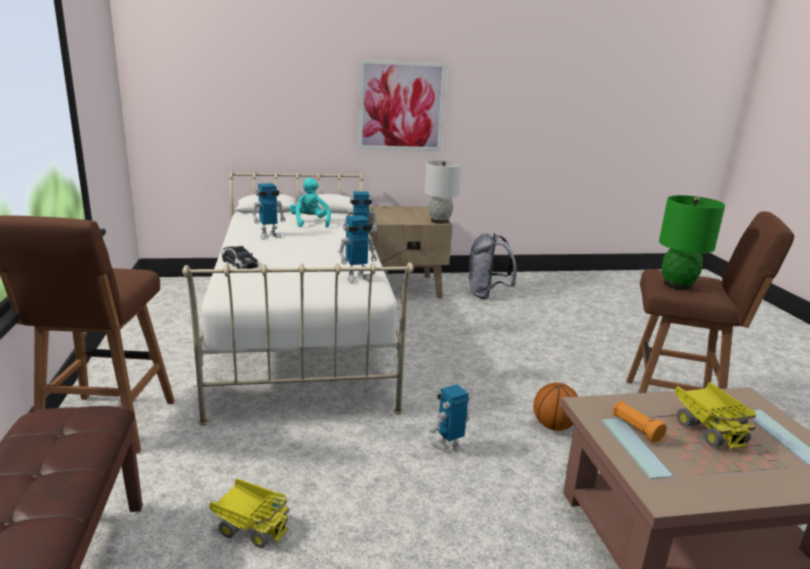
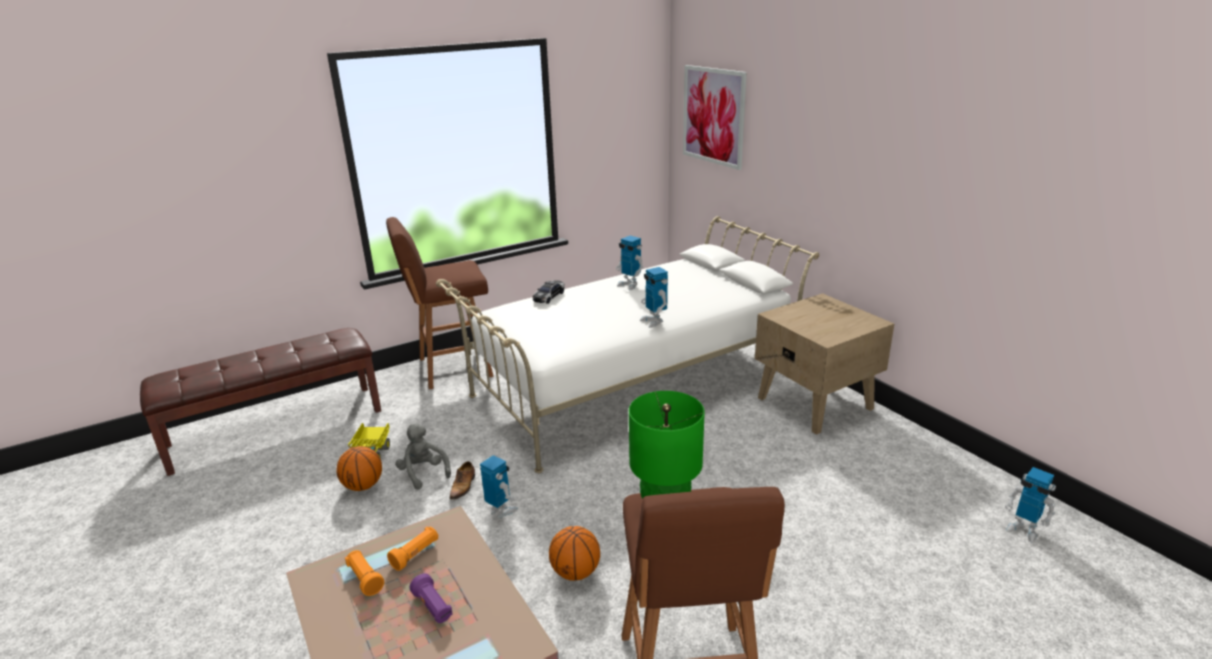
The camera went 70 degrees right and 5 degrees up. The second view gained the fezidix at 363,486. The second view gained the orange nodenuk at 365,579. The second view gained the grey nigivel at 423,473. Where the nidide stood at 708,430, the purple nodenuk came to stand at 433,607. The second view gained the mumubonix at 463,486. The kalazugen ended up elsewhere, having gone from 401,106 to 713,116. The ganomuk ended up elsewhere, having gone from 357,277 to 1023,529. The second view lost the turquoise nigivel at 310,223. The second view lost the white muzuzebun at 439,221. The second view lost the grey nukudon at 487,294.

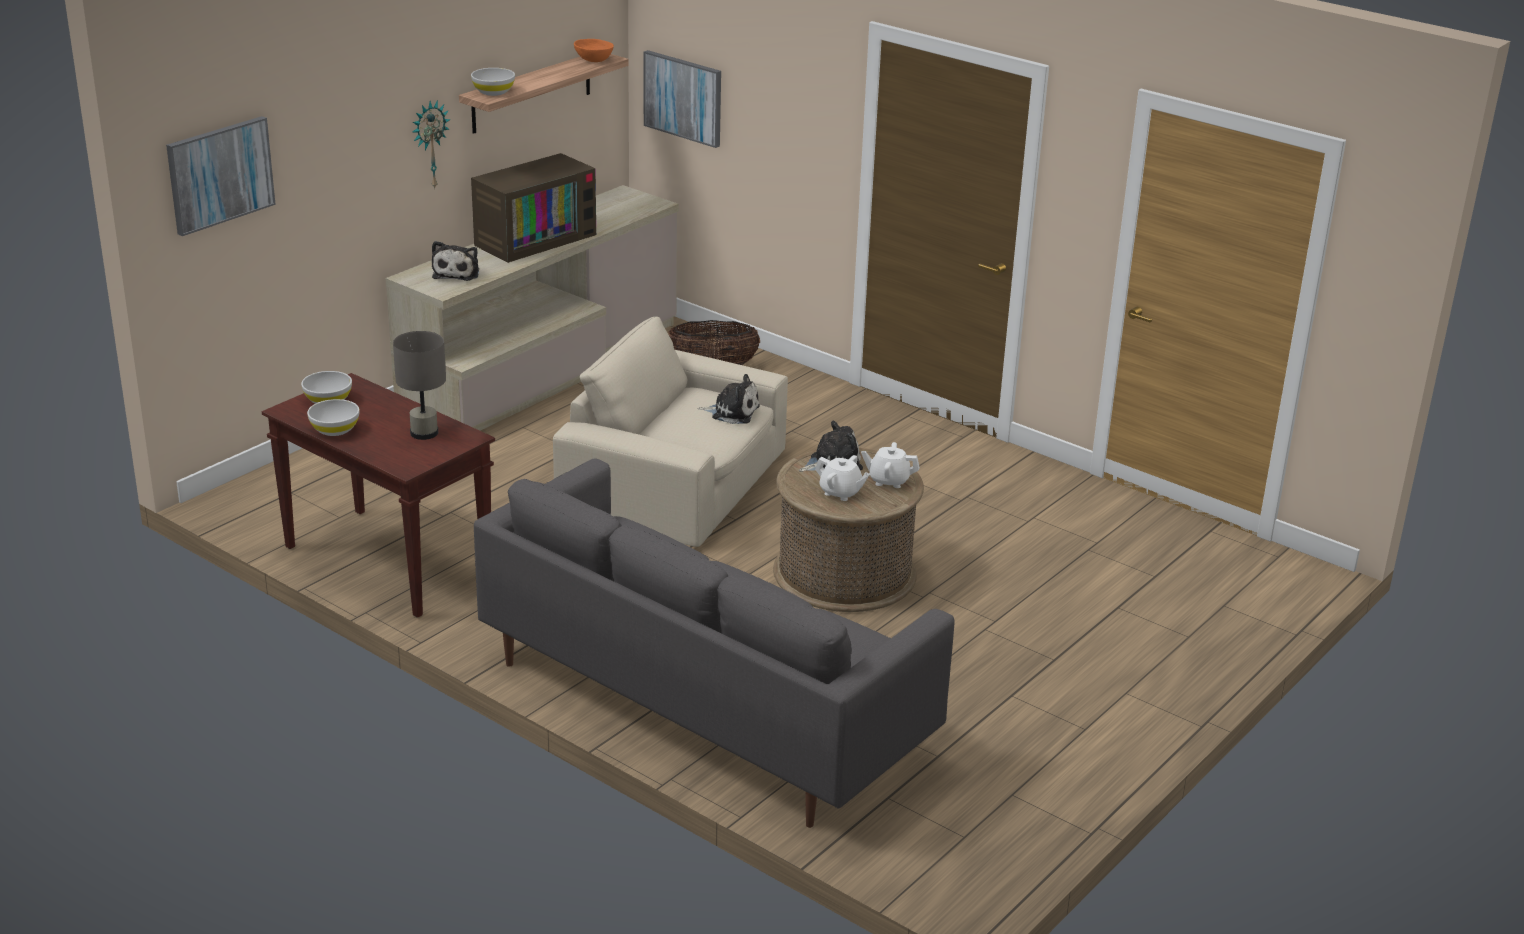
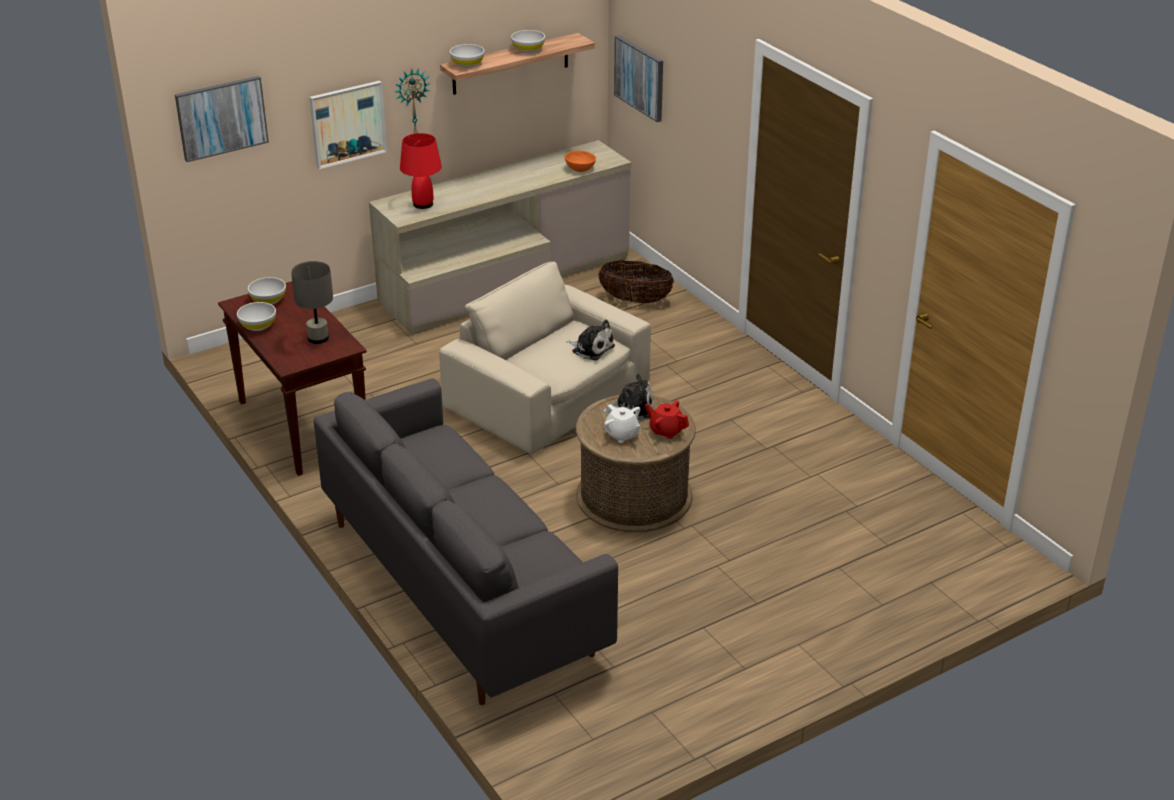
The camera went 20 degrees right and 5 degrees up. The second view gained the kalazugen at 348,124. Where the nigivel stood at 457,273, the red muzuzebun came to stand at 423,204. The second view gained the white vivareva at 528,49. The orange vivareva ended up elsewhere, having gone from 593,60 to 580,169. What was the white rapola at 888,480 turned into the red rapola at 666,431. The second view lost the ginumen at 534,238.

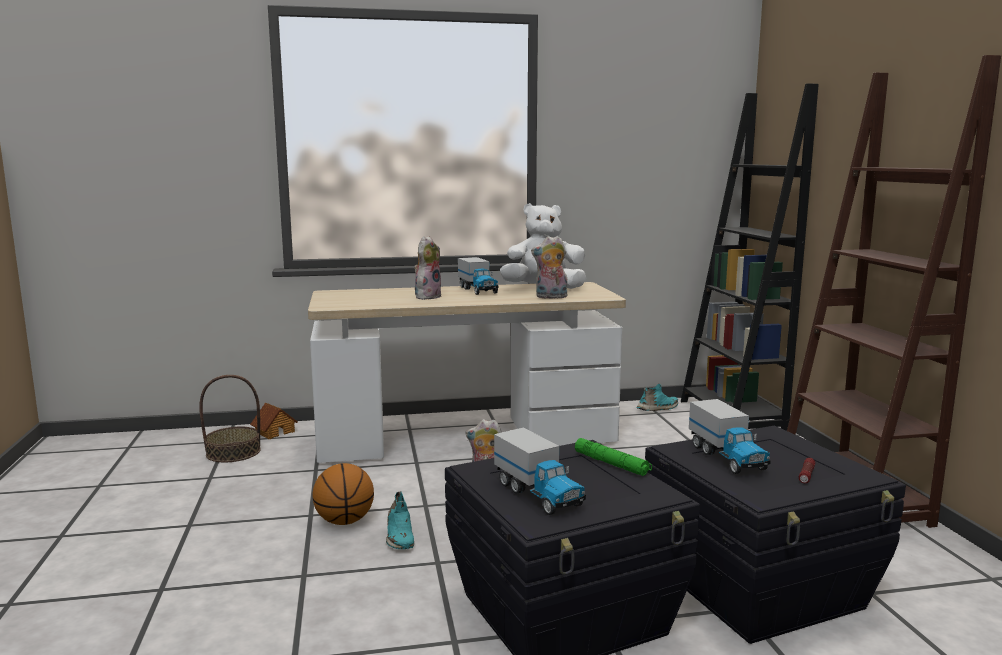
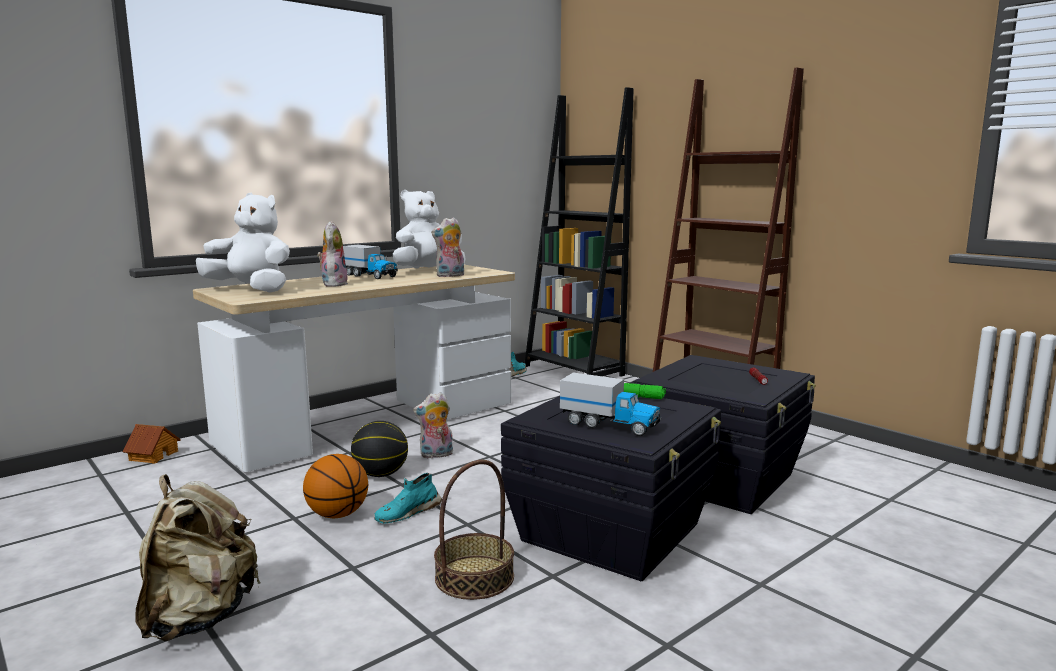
The camera went 30 degrees left and 0 degrees up. The second view gained the beige nukudon at 199,617. The second view gained the white nigivel at 251,290. The second view gained the fezidix at 380,474. The turquoise mumubonix at 399,536 ended up facing another way, 90 degrees clockwise from before. The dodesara ended up elsewhere, having gone from 233,452 to 474,577. The second view lost the nidide at 727,457.

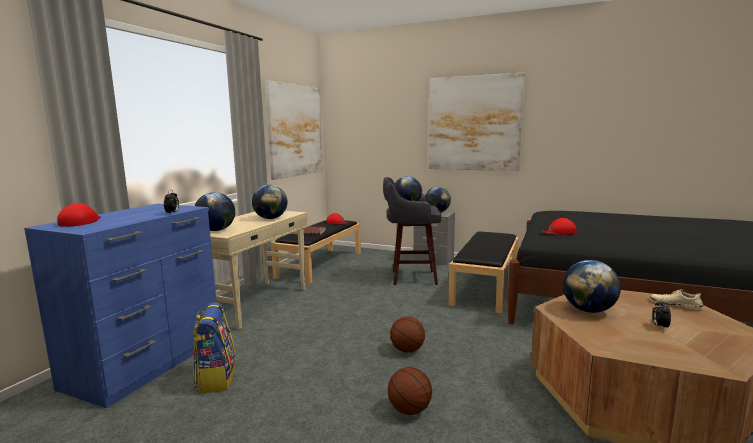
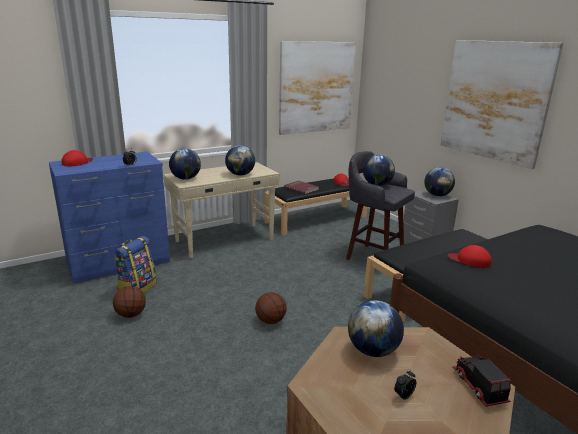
The camera went 35 degrees right and 10 degrees up. The fezidix ended up elsewhere, having gone from 410,410 to 131,315. Where the beige mumubonix stood at 675,304, the nidide came to stand at 478,386.

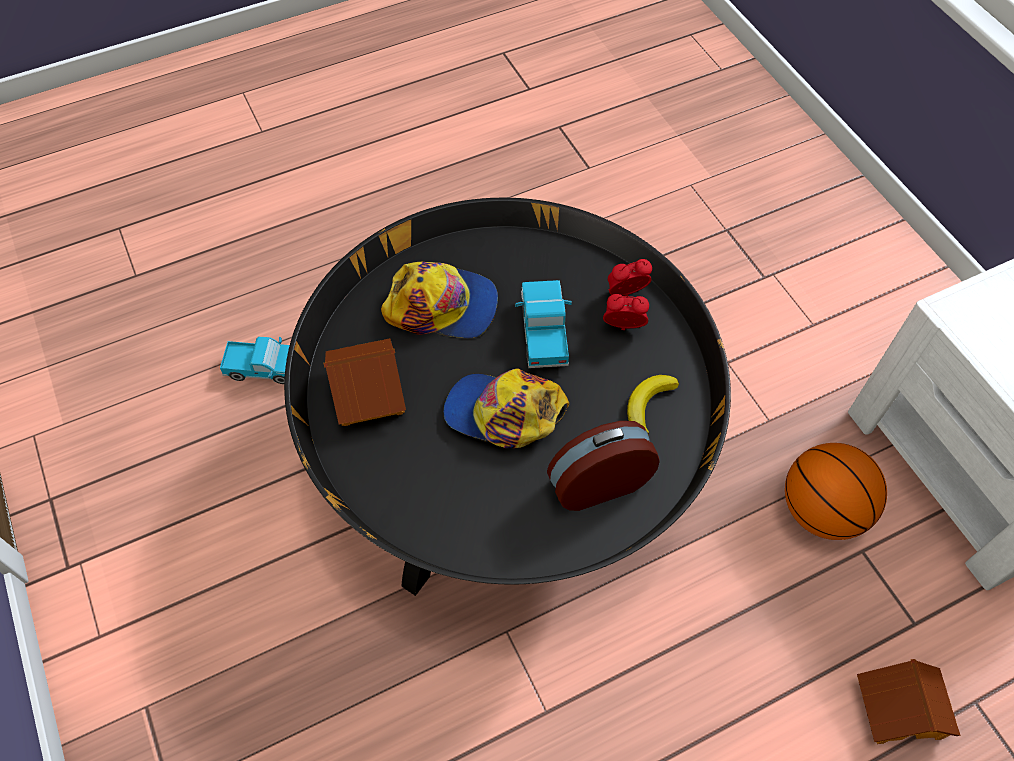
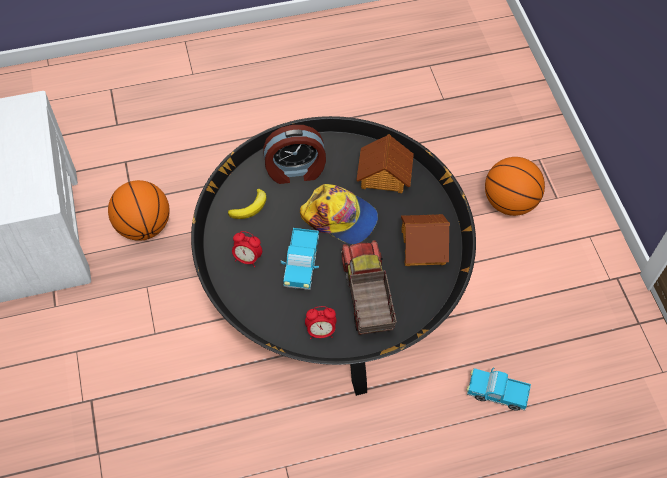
The camera went 170 degrees left and 0 degrees up. The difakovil ended up elsewhere, having gone from 625,295 to 320,332. Where the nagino stood at 442,306, the nidide came to stand at 366,297. The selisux ended up elsewhere, having gone from 900,707 to 383,175. The second view gained the fezidix at 509,202.

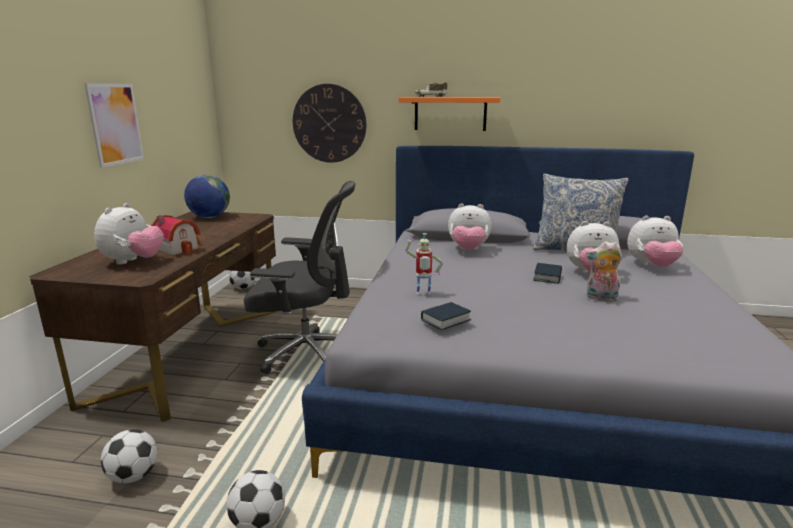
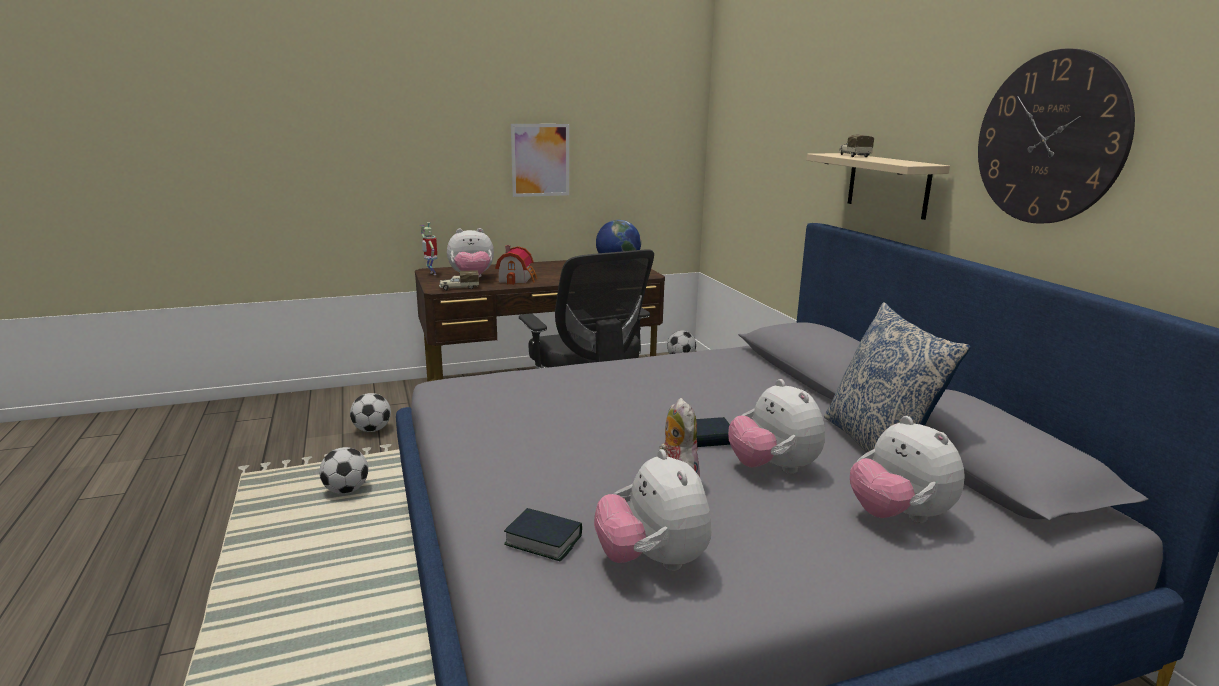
The camera went 60 degrees right and 0 degrees up. The ganomuk ended up elsewhere, having gone from 423,294 to 431,274. The second view gained the nidide at 459,288. The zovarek ended up elsewhere, having gone from 445,320 to 543,540. The nigivel ended up elsewhere, having gone from 468,250 to 652,561. What was the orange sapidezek at 450,113 turned into the beige sapidezek at 888,185. The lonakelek ended up elsewhere, having gone from 329,123 to 1049,138.

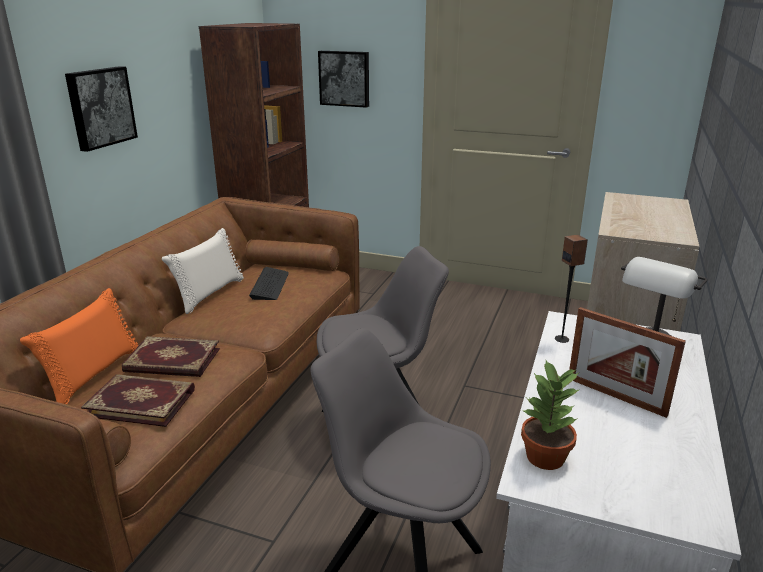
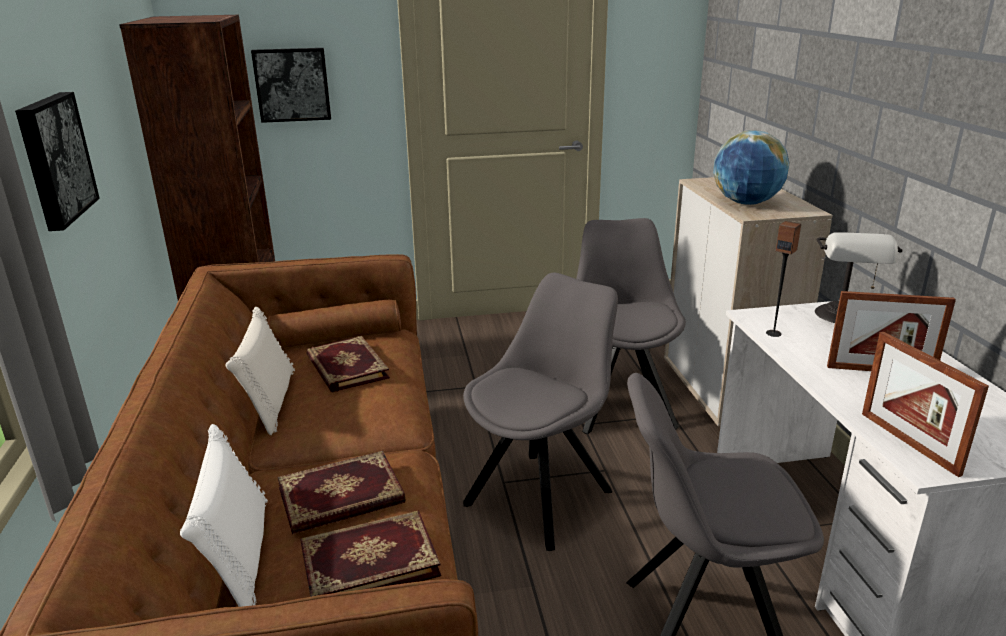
The camera went 30 degrees left and 0 degrees up. What was the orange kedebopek at 93,375 turned into the white kedebopek at 238,555. Where the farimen stood at 270,285, the zovarek came to stand at 345,368. The second view gained the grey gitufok at 621,405. The second view gained the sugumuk at 746,203. Where the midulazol stood at 545,458, the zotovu came to stand at 908,443.

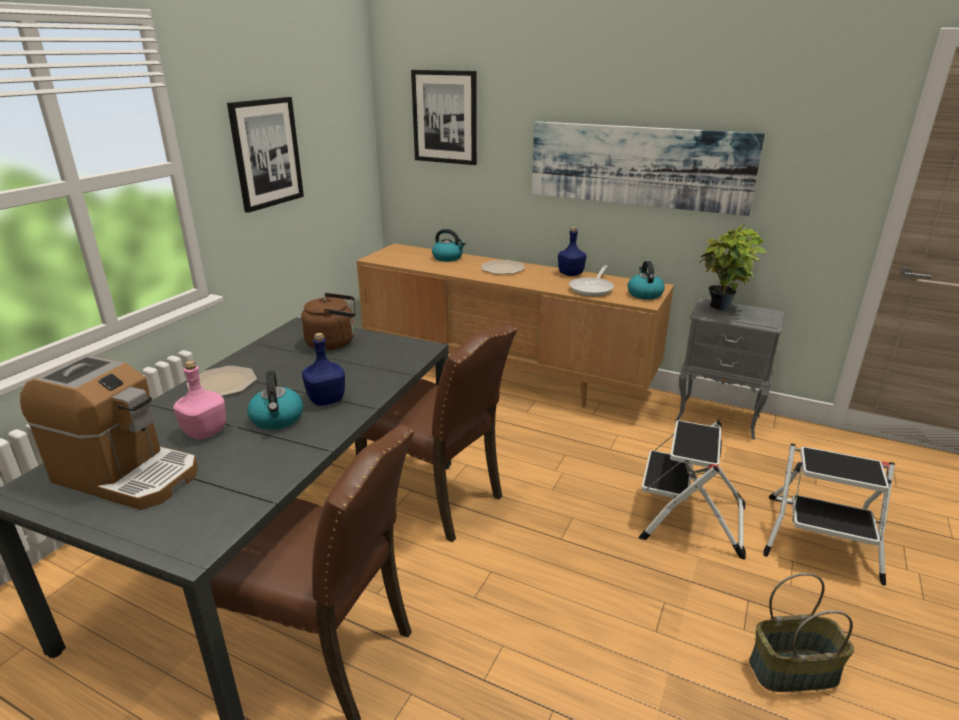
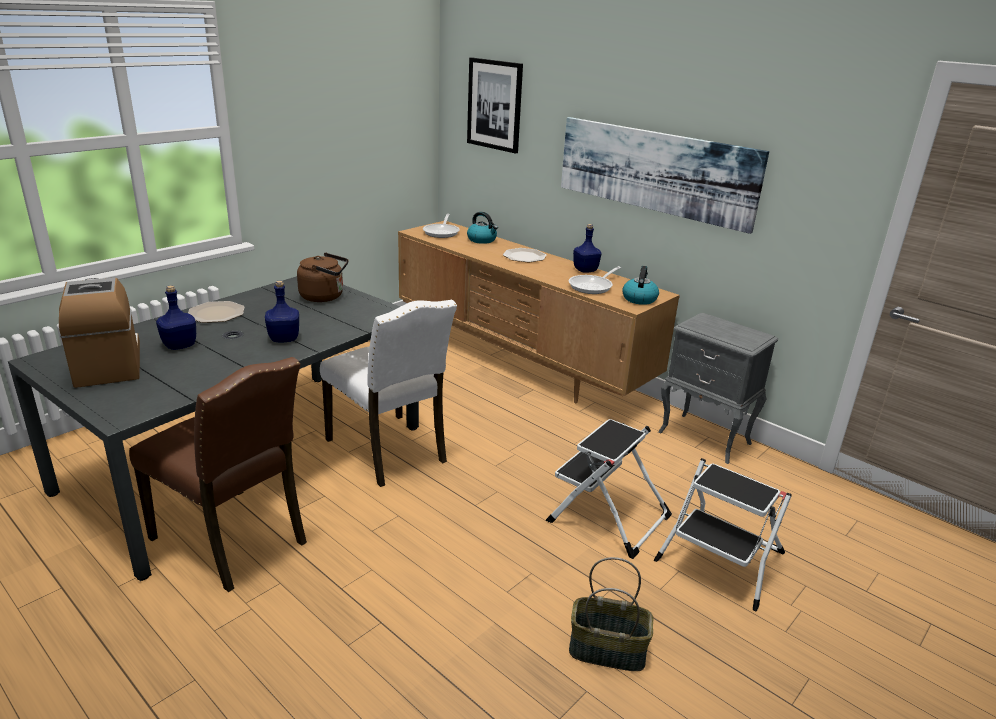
The camera went 15 degrees right and 0 degrees up. The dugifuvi at 126,475 ended up facing another way, 150 degrees counterclockwise from before. What was the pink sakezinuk at 204,432 turned into the blue sakezinuk at 179,345. What was the brown gitufok at 437,498 turned into the white gitufok at 389,451. The second view gained the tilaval at 442,232. The second view lost the kalazugen at 266,153. The second view lost the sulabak at 277,419. The second view lost the midulazol at 722,309.

